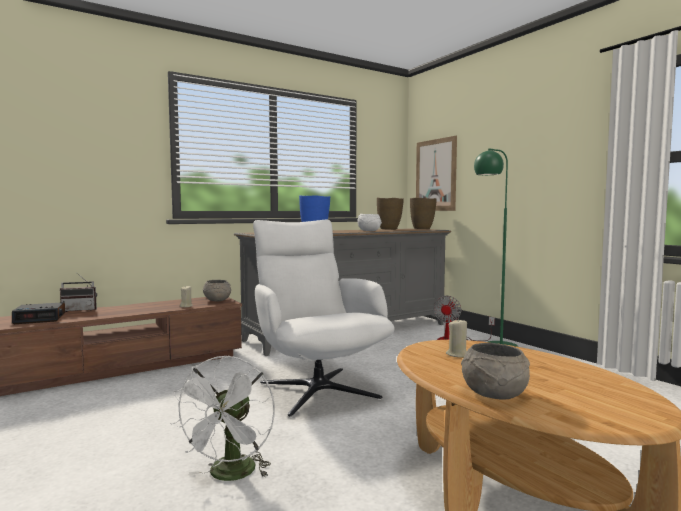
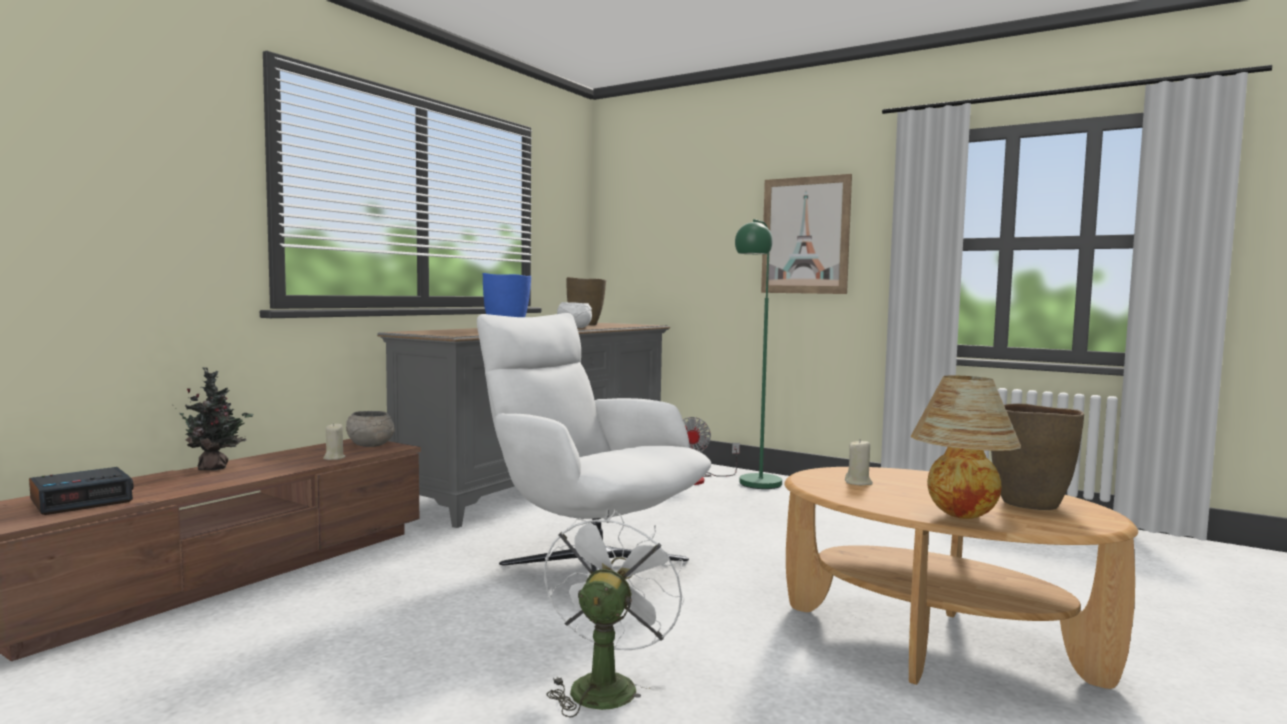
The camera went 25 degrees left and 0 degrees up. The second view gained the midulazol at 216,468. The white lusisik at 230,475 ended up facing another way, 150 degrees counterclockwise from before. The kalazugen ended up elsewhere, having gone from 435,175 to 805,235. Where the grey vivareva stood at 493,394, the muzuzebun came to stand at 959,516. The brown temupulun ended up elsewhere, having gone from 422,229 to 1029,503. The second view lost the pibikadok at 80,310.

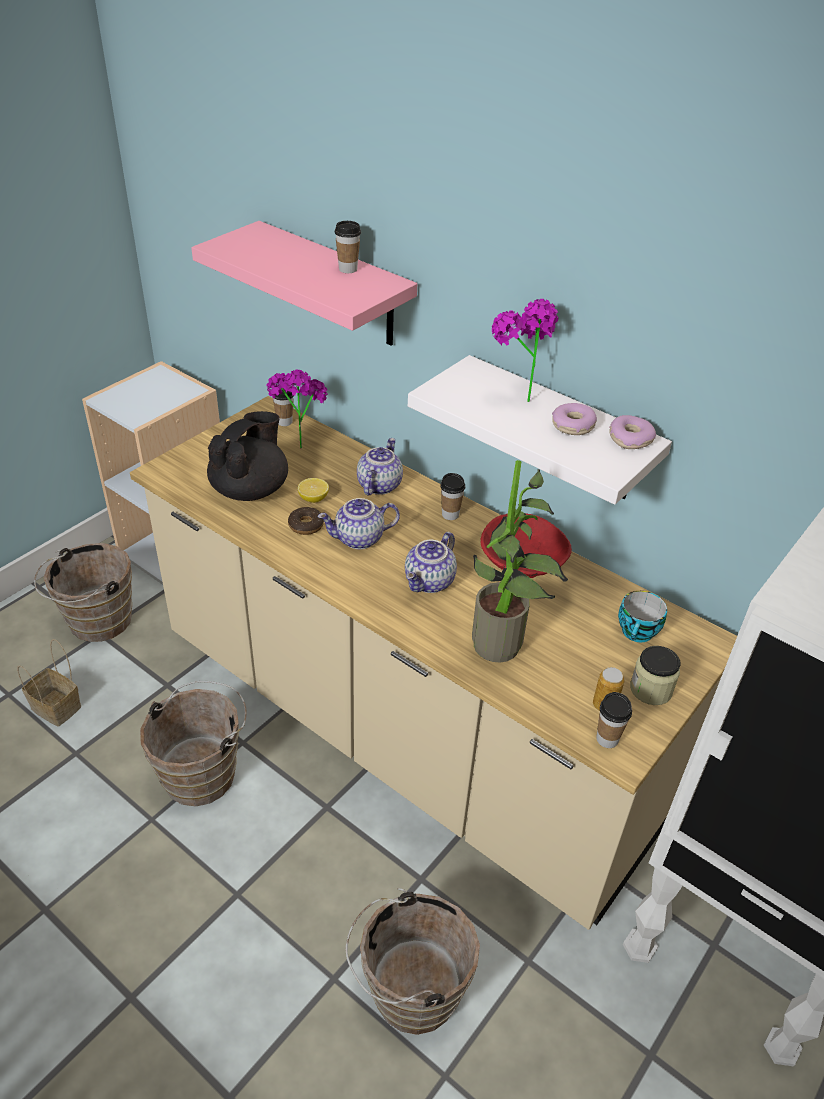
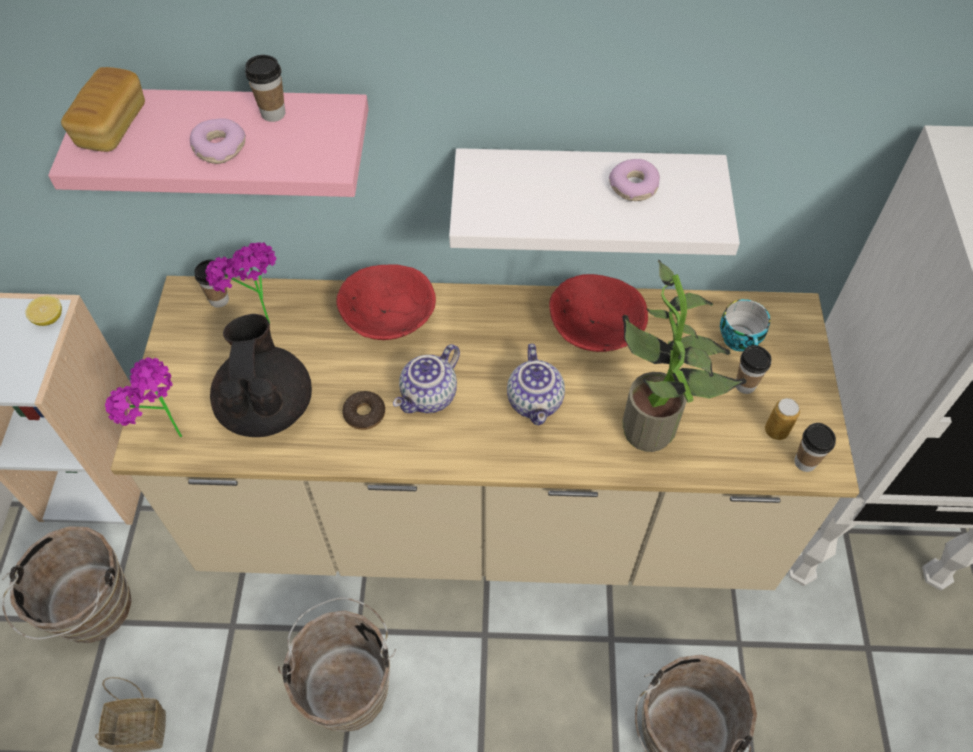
The camera went 35 degrees left and 15 degrees up. The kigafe ended up elsewhere, having gone from 313,499 to 49,318. The second view gained the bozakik at 112,126. The midulazol ended up elsewhere, having gone from 517,396 to 166,435. The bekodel ended up elsewhere, having gone from 630,439 to 219,147. Where the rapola stood at 378,485, the red vivareva came to stand at 388,321. The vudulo ended up elsewhere, having gone from 450,514 to 745,385. The second view lost the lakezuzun at 650,689.

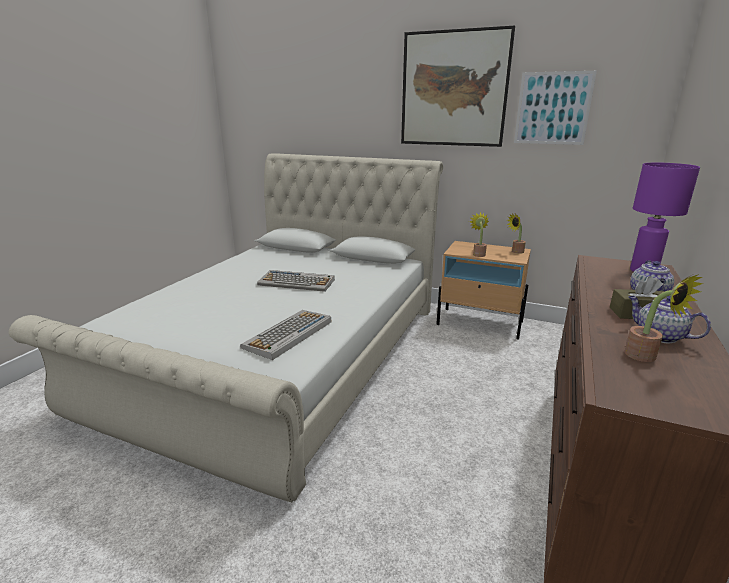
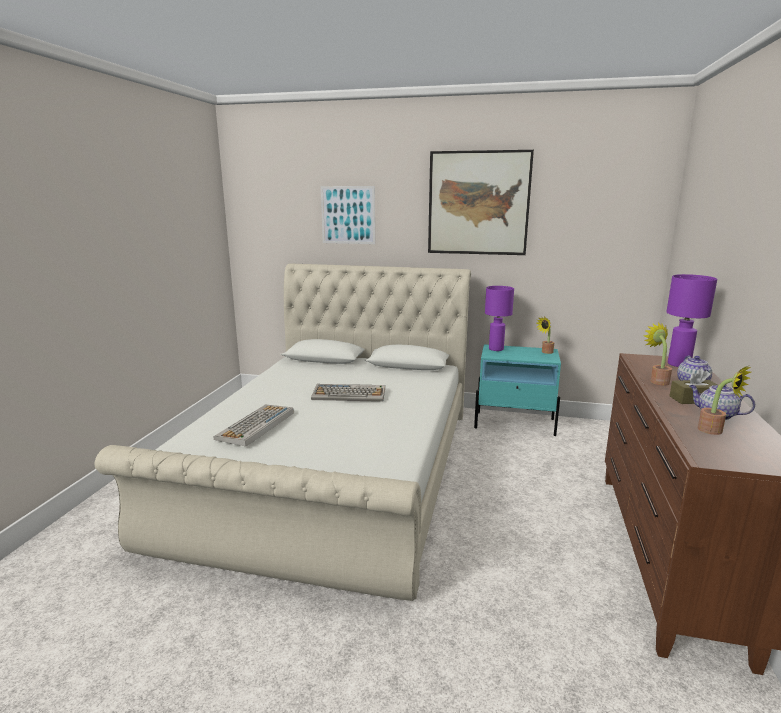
The camera went 10 degrees left and 5 degrees down. The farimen ended up elsewhere, having gone from 288,335 to 256,426. The kalazugen ended up elsewhere, having gone from 553,108 to 348,215. What was the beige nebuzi at 480,323 turned into the turquoise nebuzi at 515,423. The second view gained the purple muzuzebun at 496,349. The midulazol ended up elsewhere, having gone from 478,254 to 657,381.

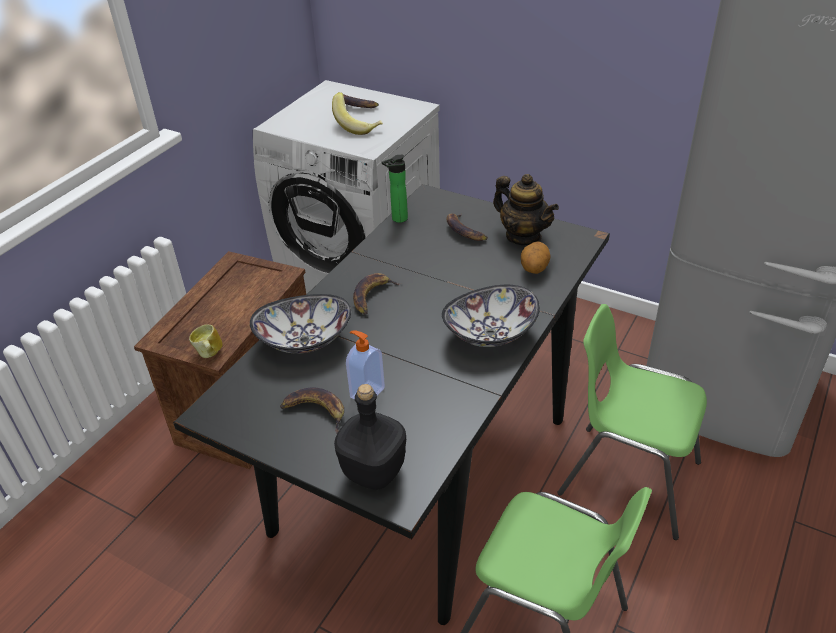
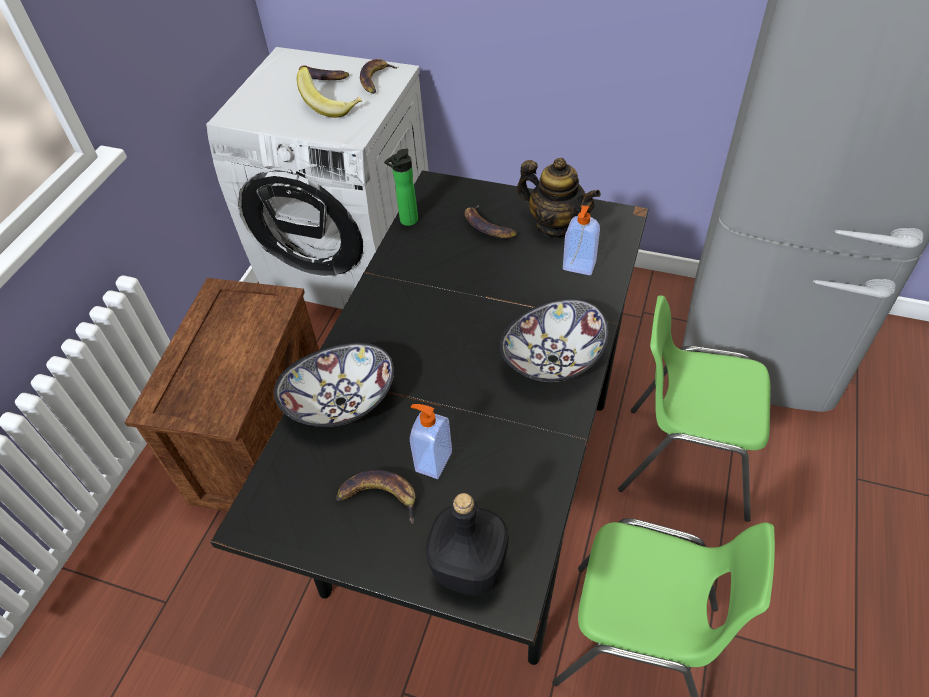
The camera went 10 degrees left and 10 degrees up. The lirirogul ended up elsewhere, having gone from 372,296 to 376,79. Where the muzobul stood at 534,269, the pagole came to stand at 579,267. The second view lost the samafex at 209,355.

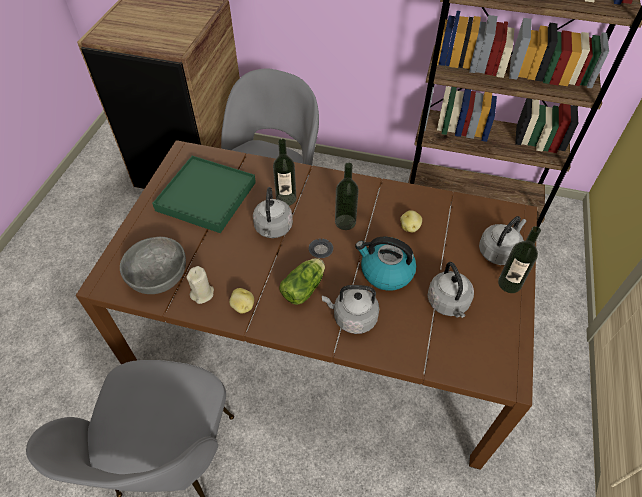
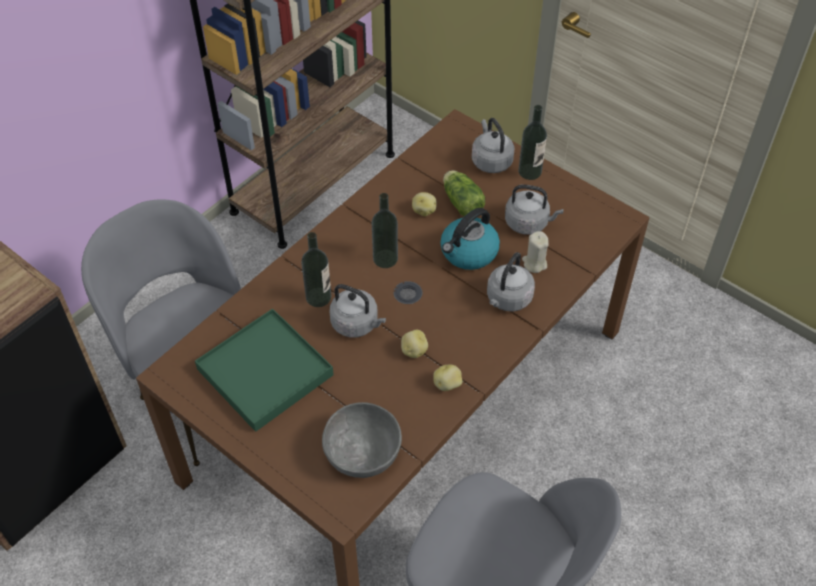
The camera went 65 degrees left and 0 degrees up. The second view gained the muzobul at 413,351. The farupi ended up elsewhere, having gone from 305,287 to 461,201. The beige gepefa ended up elsewhere, having gone from 202,293 to 534,263.

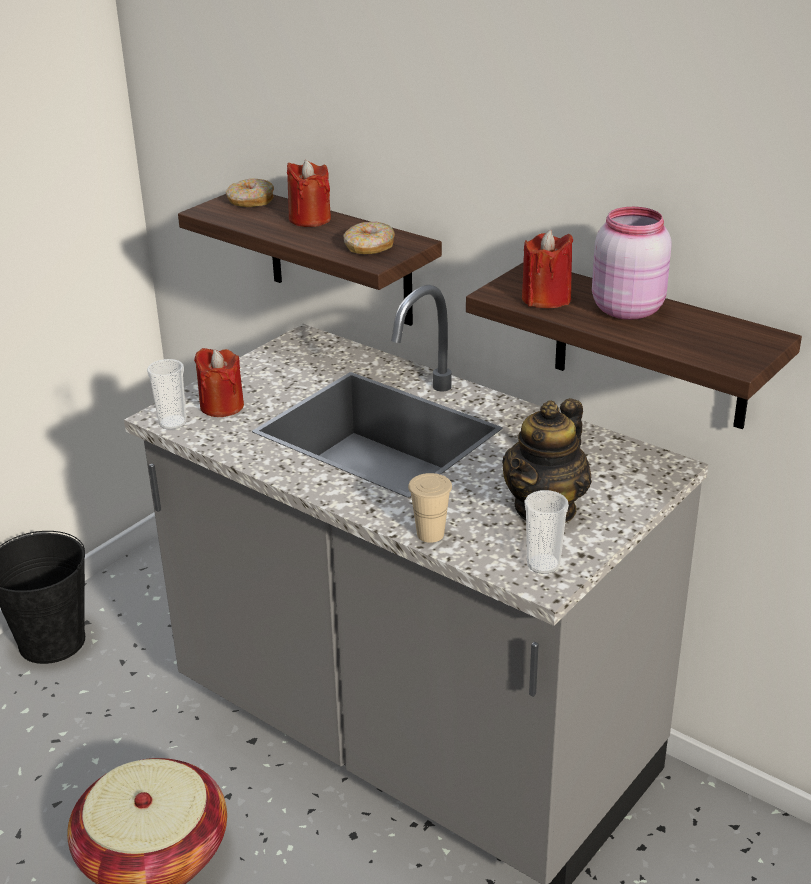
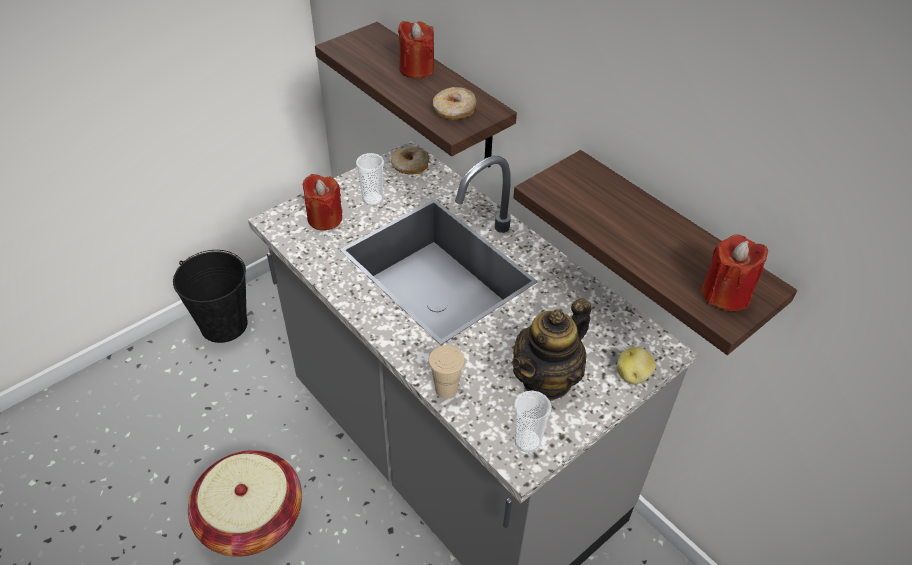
The camera went 10 degrees right and 15 degrees up. The vudulo ended up elsewhere, having gone from 172,423 to 372,199. The bekodel ended up elsewhere, having gone from 250,201 to 410,166. The second view gained the muzobul at 633,375. The red gepefa ended up elsewhere, having gone from 546,299 to 725,294. The second view lost the pink lakezuzun at 627,308.

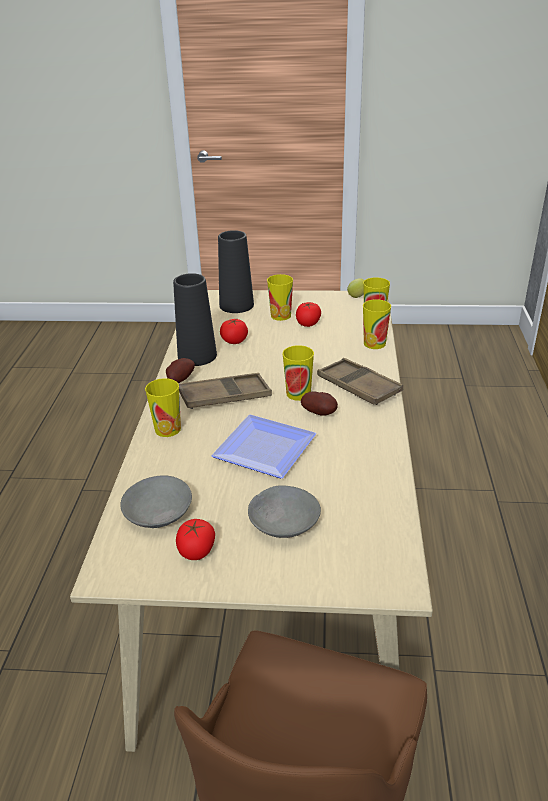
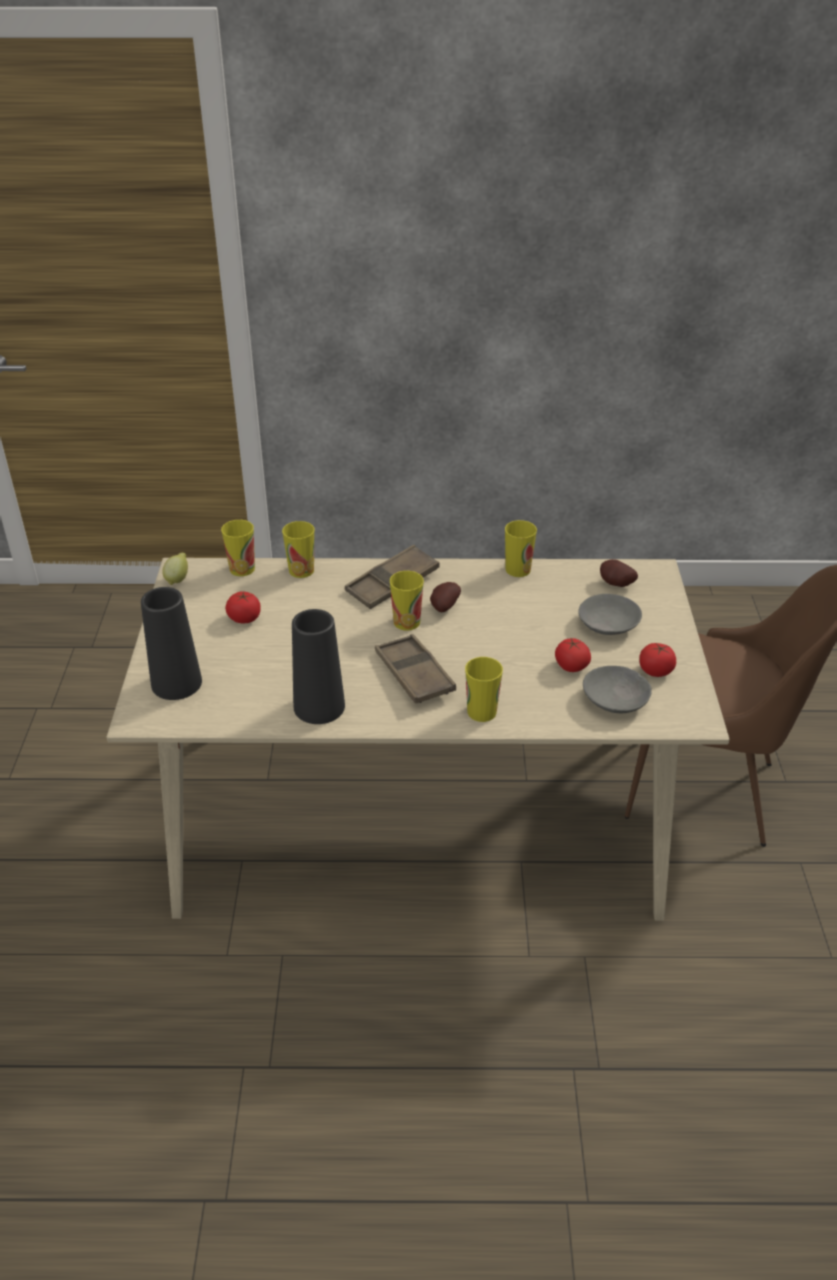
The camera went 95 degrees left and 5 degrees up. The vudulo ended up elsewhere, having gone from 280,315 to 518,569. The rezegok ended up elsewhere, having gone from 234,341 to 571,666. The muzobul ended up elsewhere, having gone from 179,380 to 615,584. The second view lost the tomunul at 263,447.

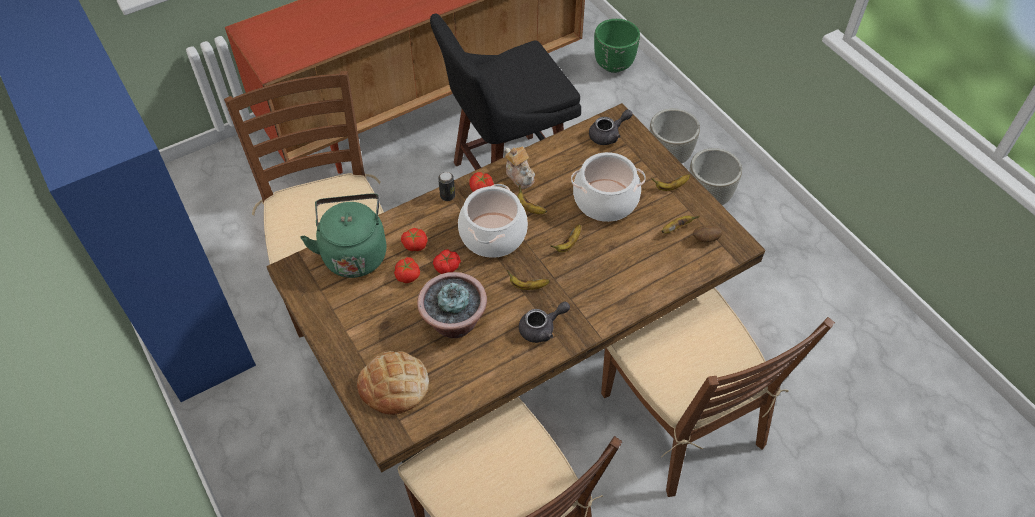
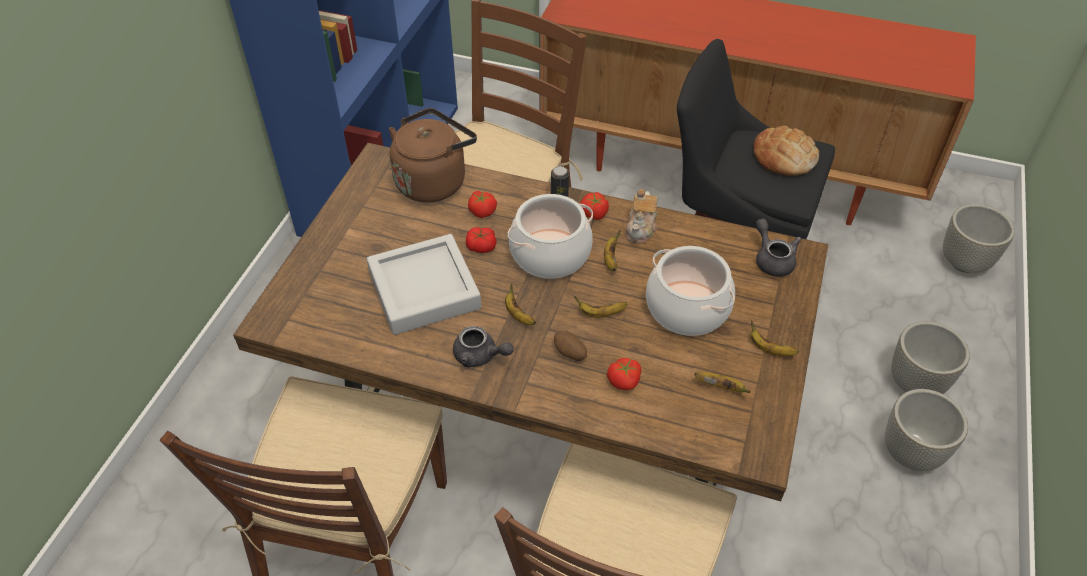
The camera went 50 degrees right and 5 degrees down. Where the midulazol stood at 454,323, the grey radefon came to stand at 424,290. What was the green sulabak at 354,252 turned into the brown sulabak at 433,181. The muzobul ended up elsewhere, having gone from 706,239 to 569,353. The rezegok ended up elsewhere, having gone from 408,275 to 624,381. The bozakik ended up elsewhere, having gone from 394,386 to 784,157. The grey rapola at 608,135 ended up facing another way, 135 degrees counterclockwise from before. What was the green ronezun at 614,65 turned into the grey ronezun at 964,263.

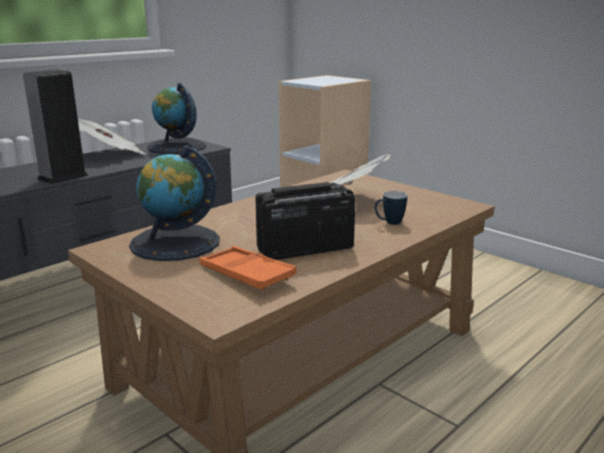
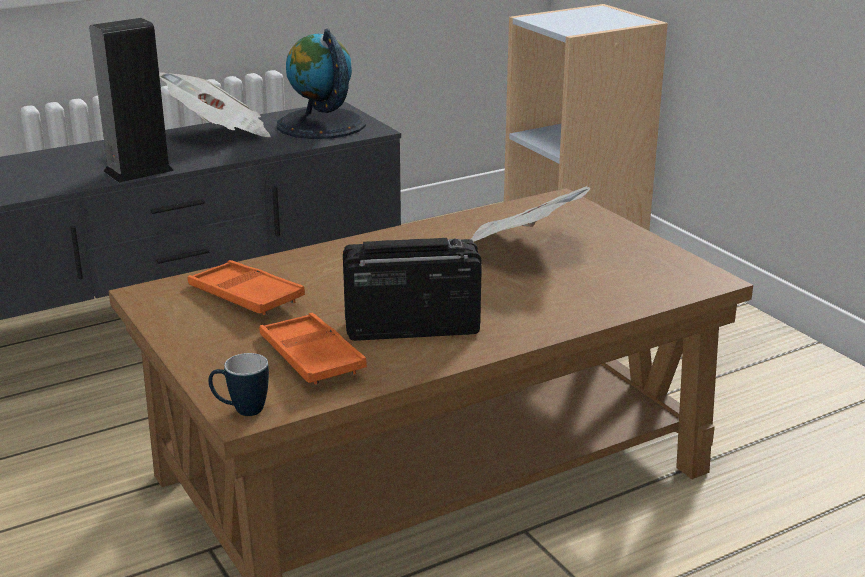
The camera went 15 degrees right and 5 degrees up. Where the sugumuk stood at 175,243, the orange radefon came to stand at 245,296. The samafex ended up elsewhere, having gone from 389,223 to 241,410.

